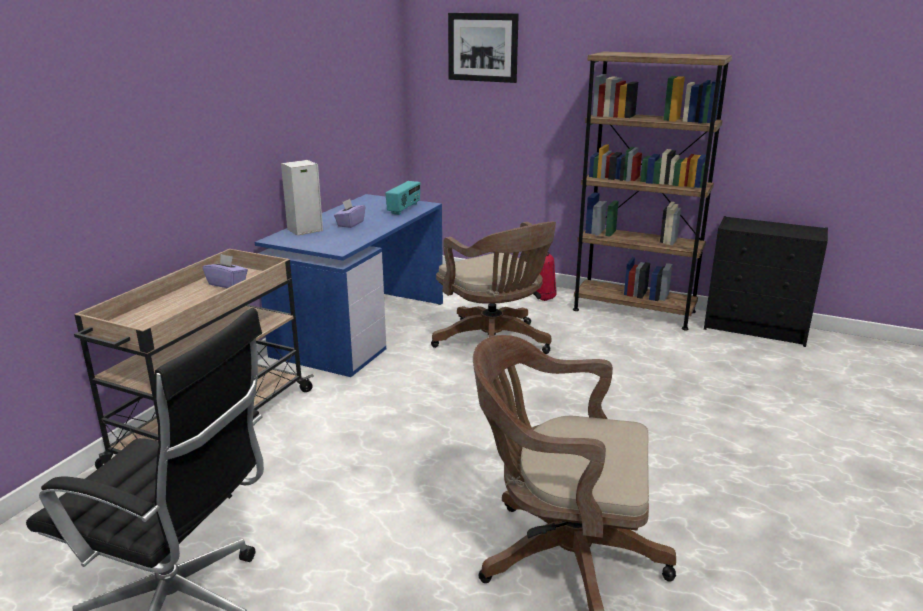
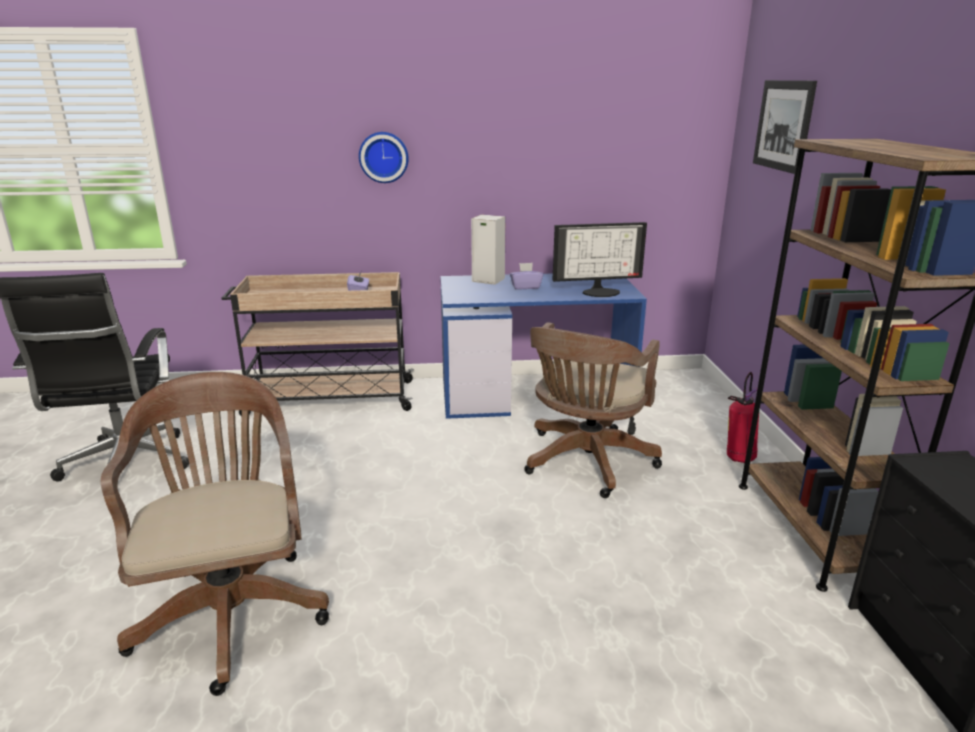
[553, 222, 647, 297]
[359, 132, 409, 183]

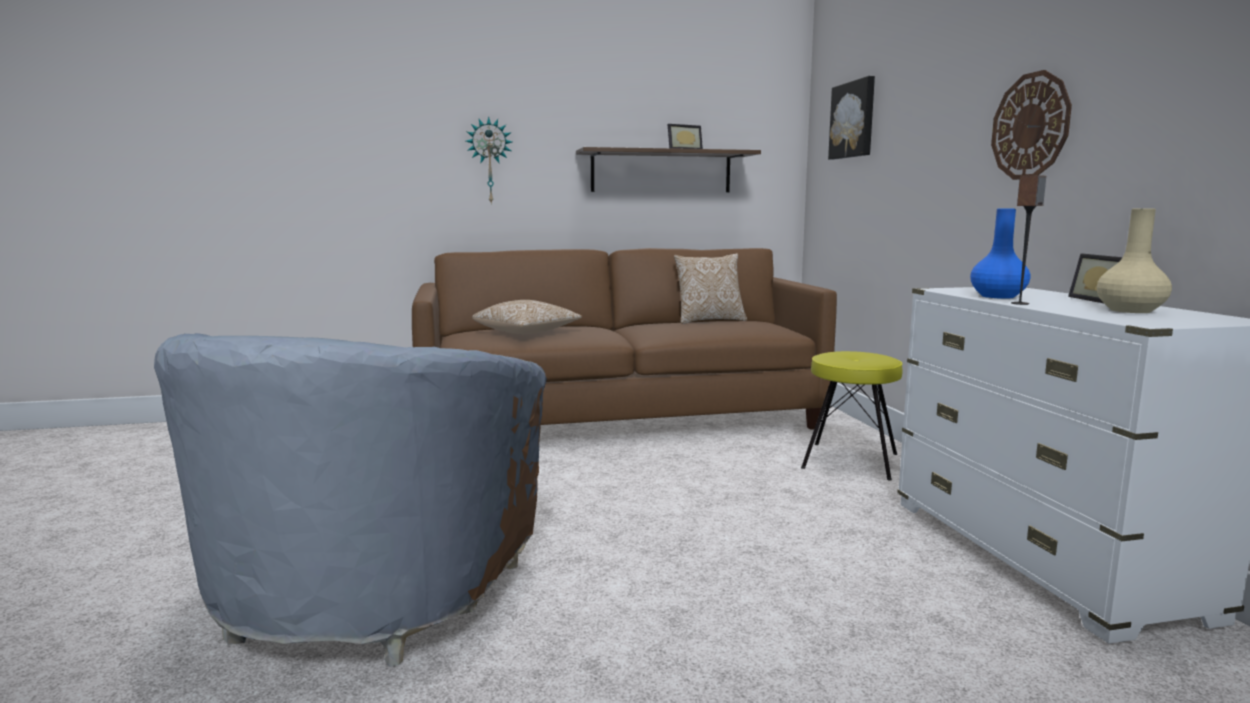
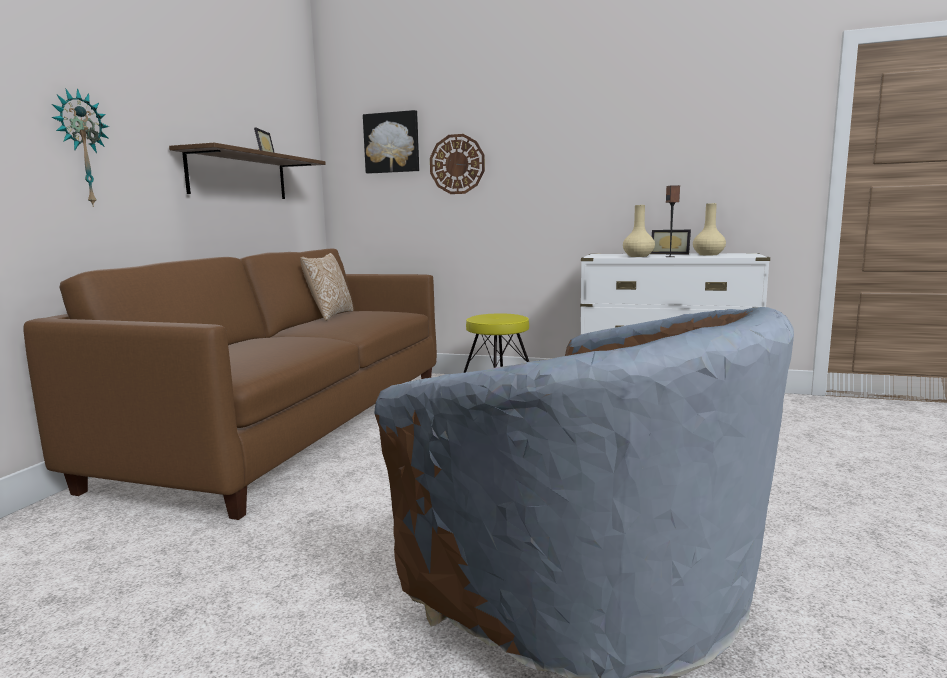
[430, 134, 485, 194]
[623, 205, 655, 257]
[472, 300, 582, 334] (first image)

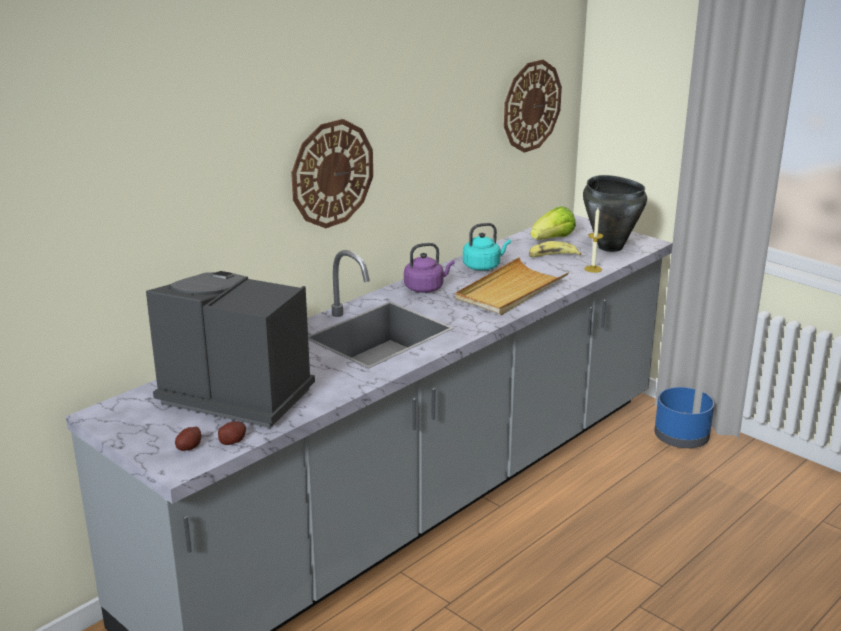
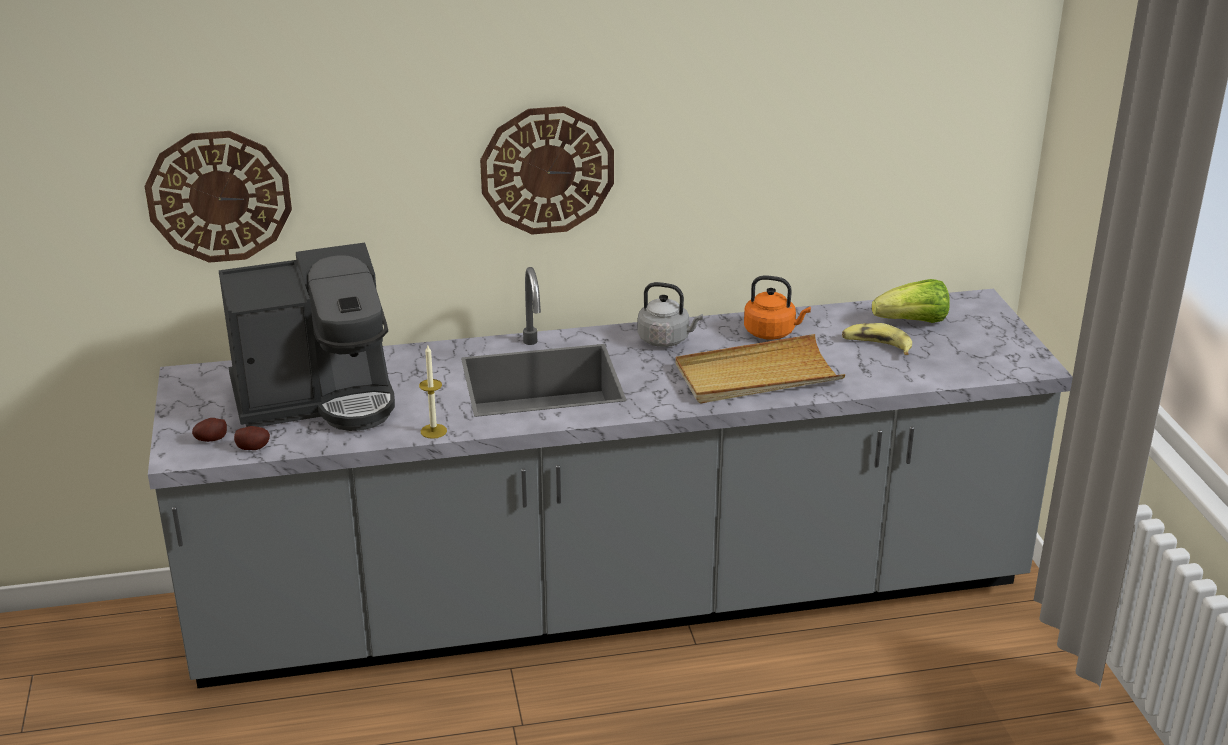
[145, 131, 292, 263]
[583, 175, 647, 252] (first image)
[419, 346, 447, 439]
[744, 276, 811, 340]
[637, 282, 703, 347]
[218, 243, 395, 431]
[654, 387, 714, 448] (first image)

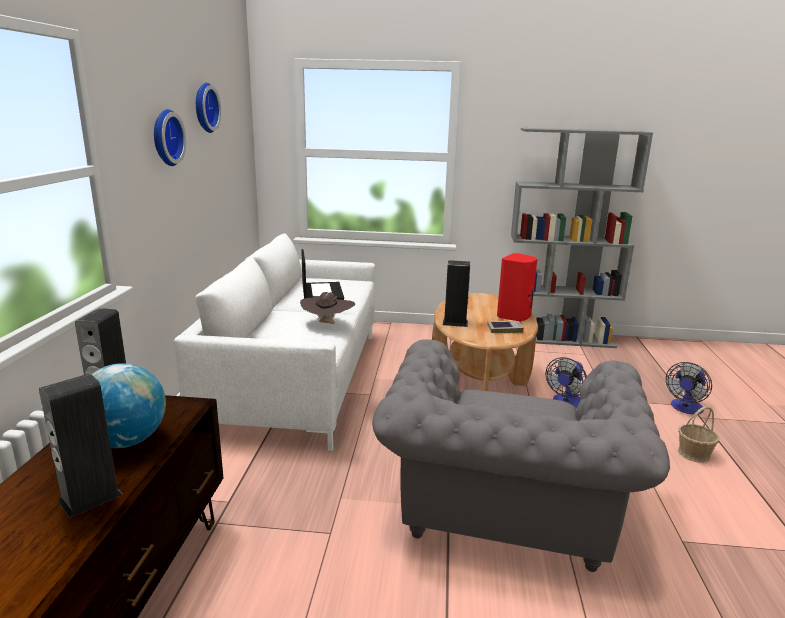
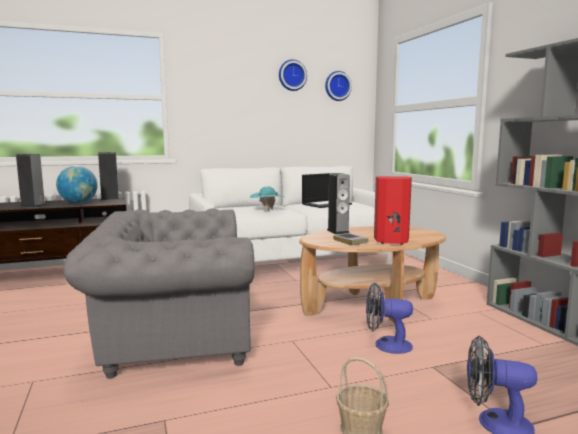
[325, 71, 352, 101]
[250, 187, 284, 210]

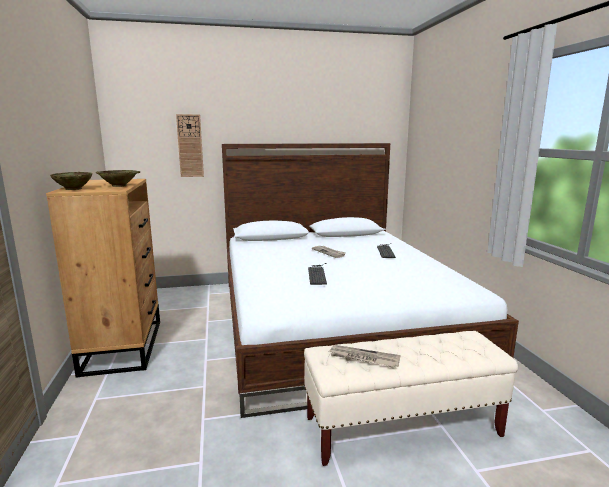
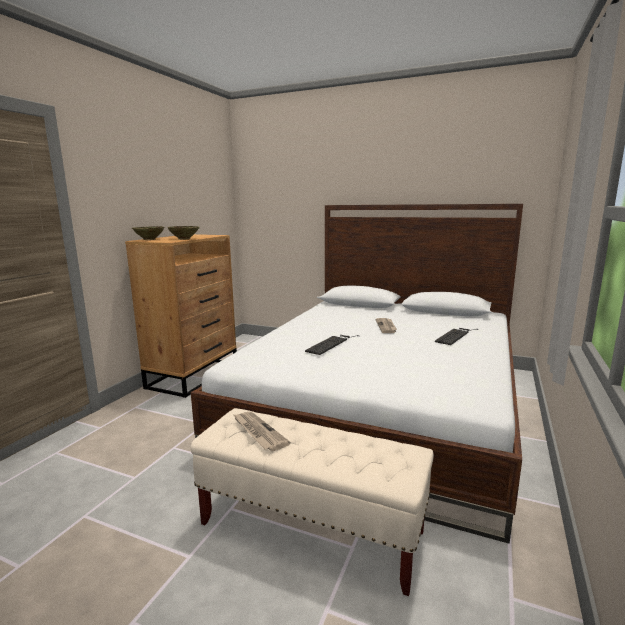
[176, 114, 204, 177] (first image)

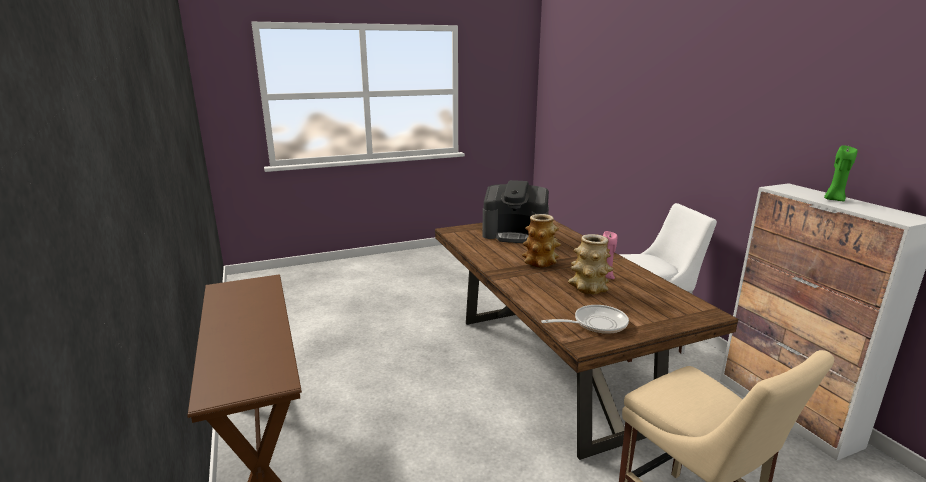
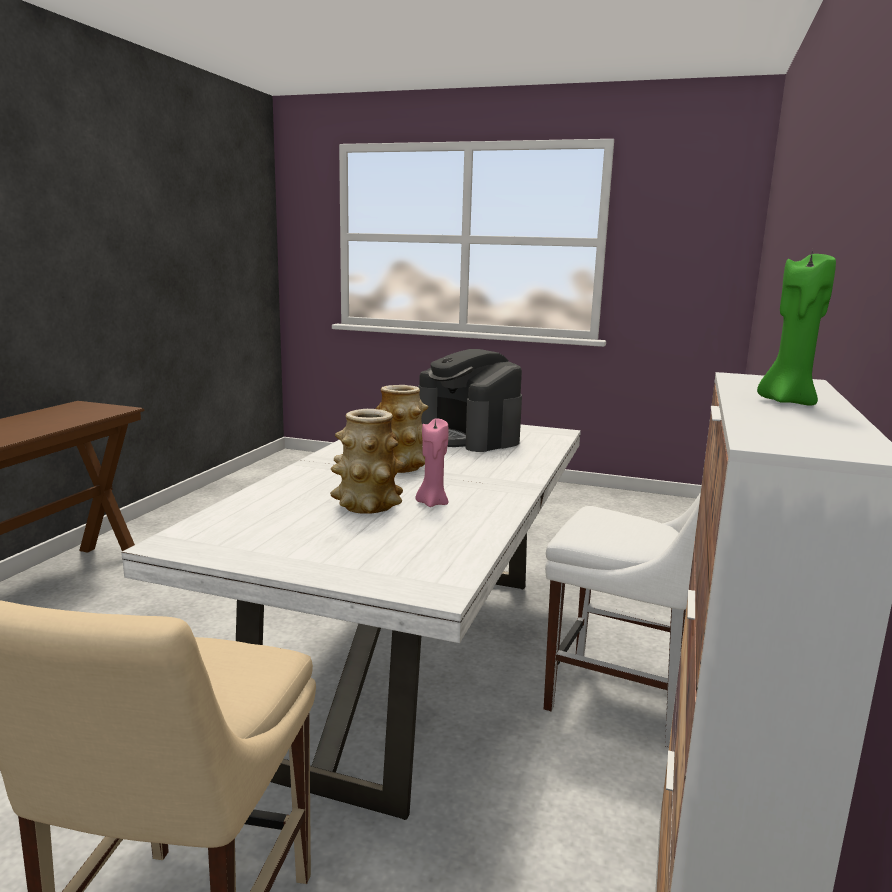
[121, 424, 581, 820]
[541, 305, 629, 334] (first image)

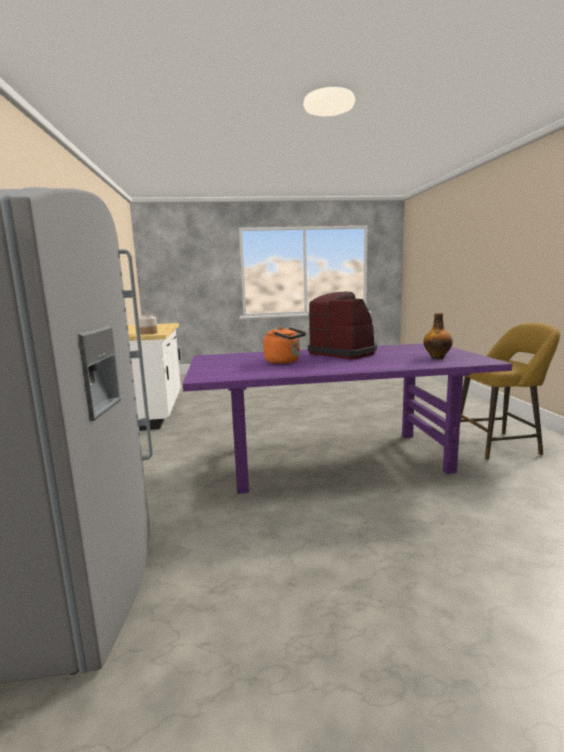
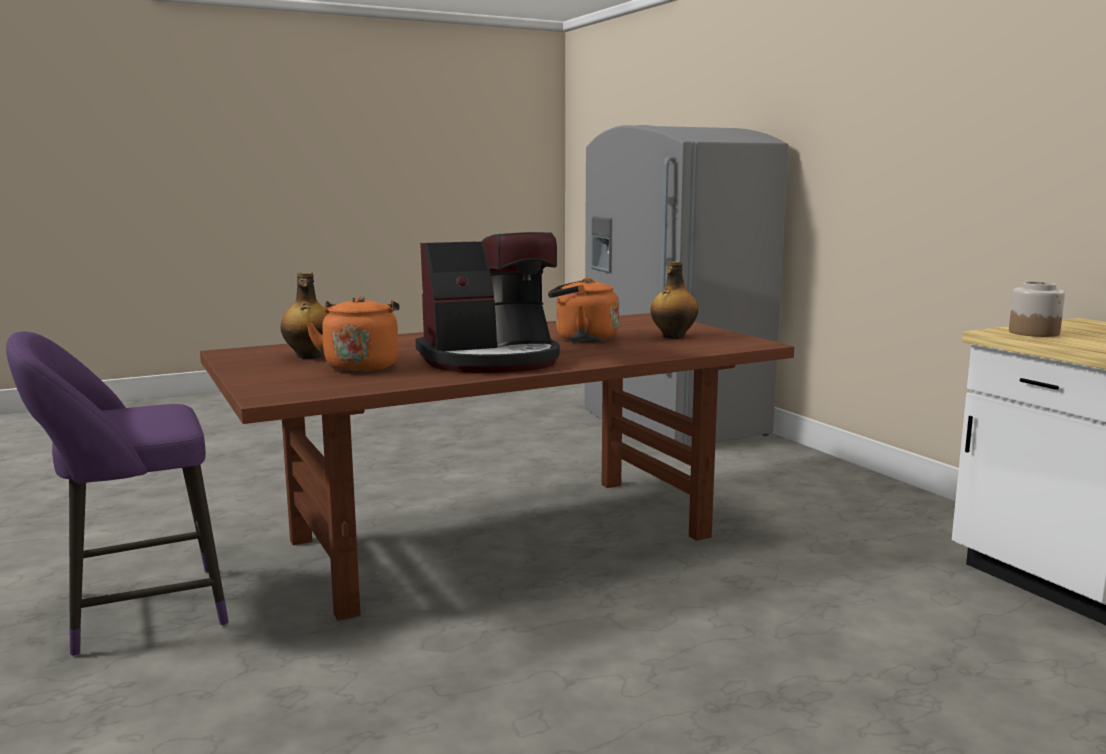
[416, 232, 560, 373]
[6, 331, 229, 656]
[200, 313, 794, 621]
[650, 261, 698, 339]
[306, 296, 400, 372]

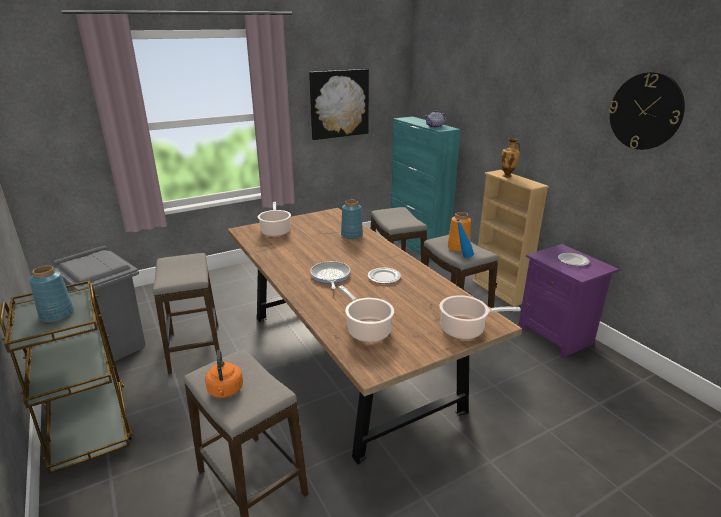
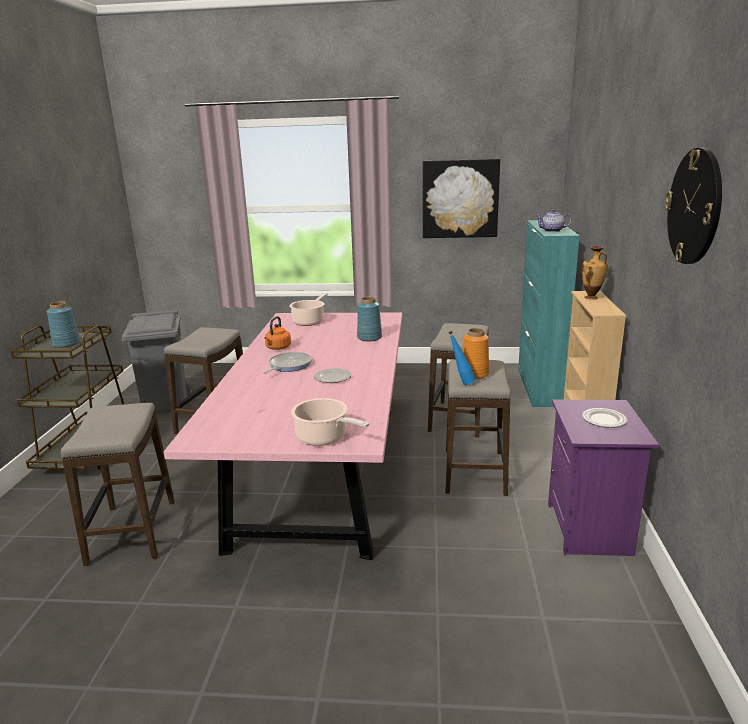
[164, 312, 402, 560]
[338, 285, 394, 342] (first image)
[264, 316, 291, 350]

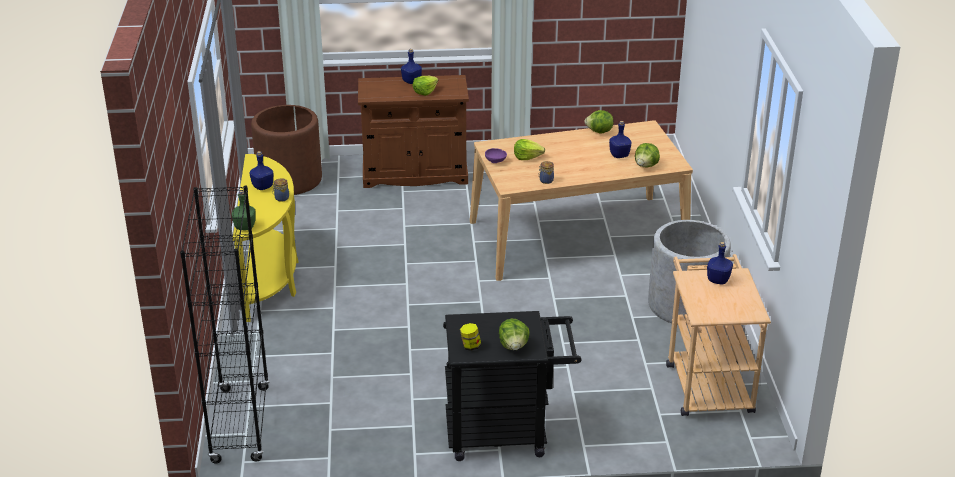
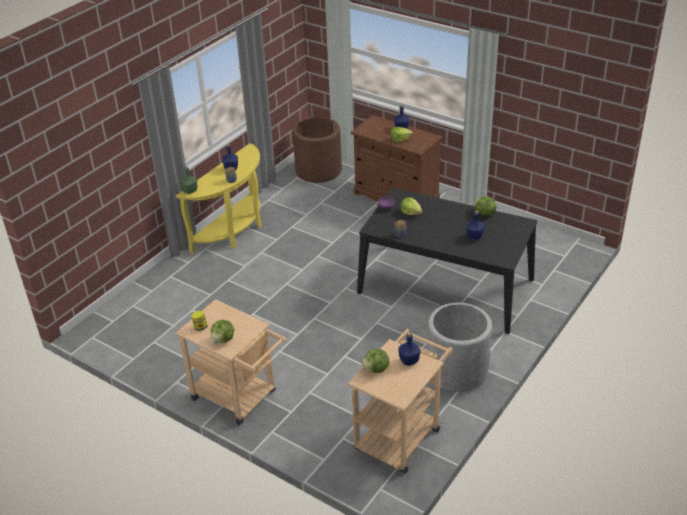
[357, 188, 537, 334]
[361, 349, 389, 373]
[180, 185, 270, 463] (first image)
[176, 299, 287, 425]

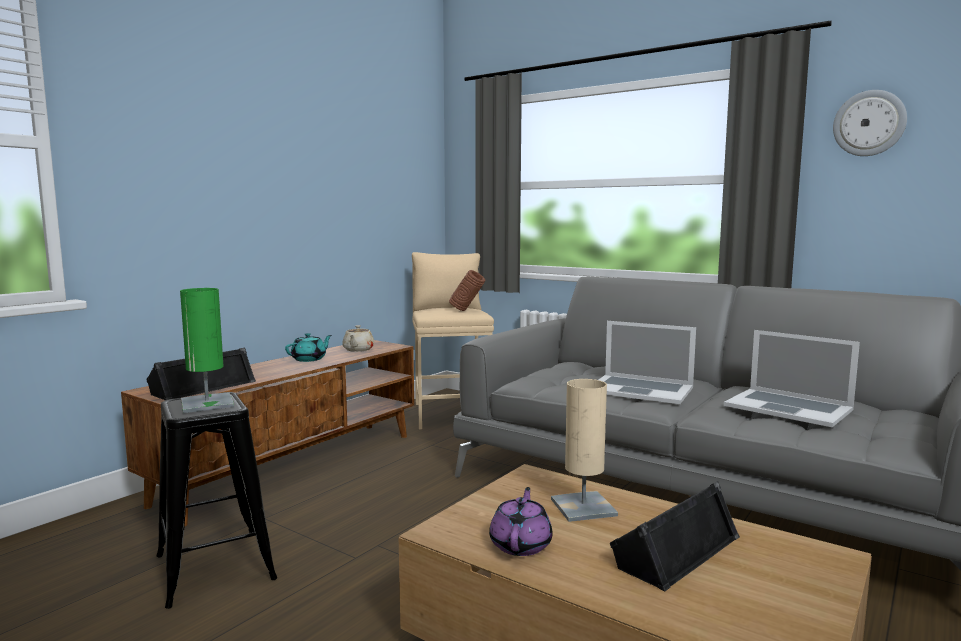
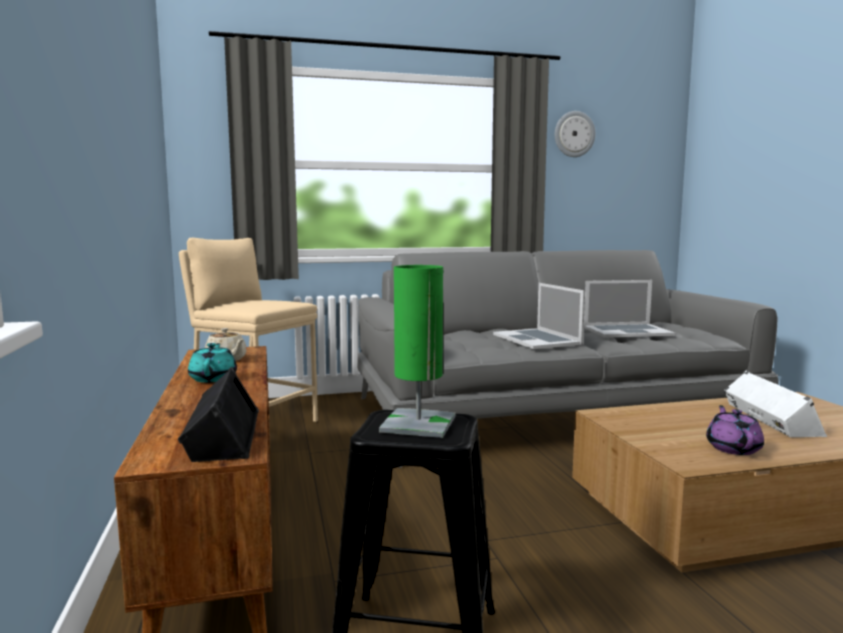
[449, 270, 485, 311] (first image)
[493, 283, 585, 349]
[551, 379, 618, 522] (first image)
[724, 371, 827, 437]
[706, 405, 764, 455]

